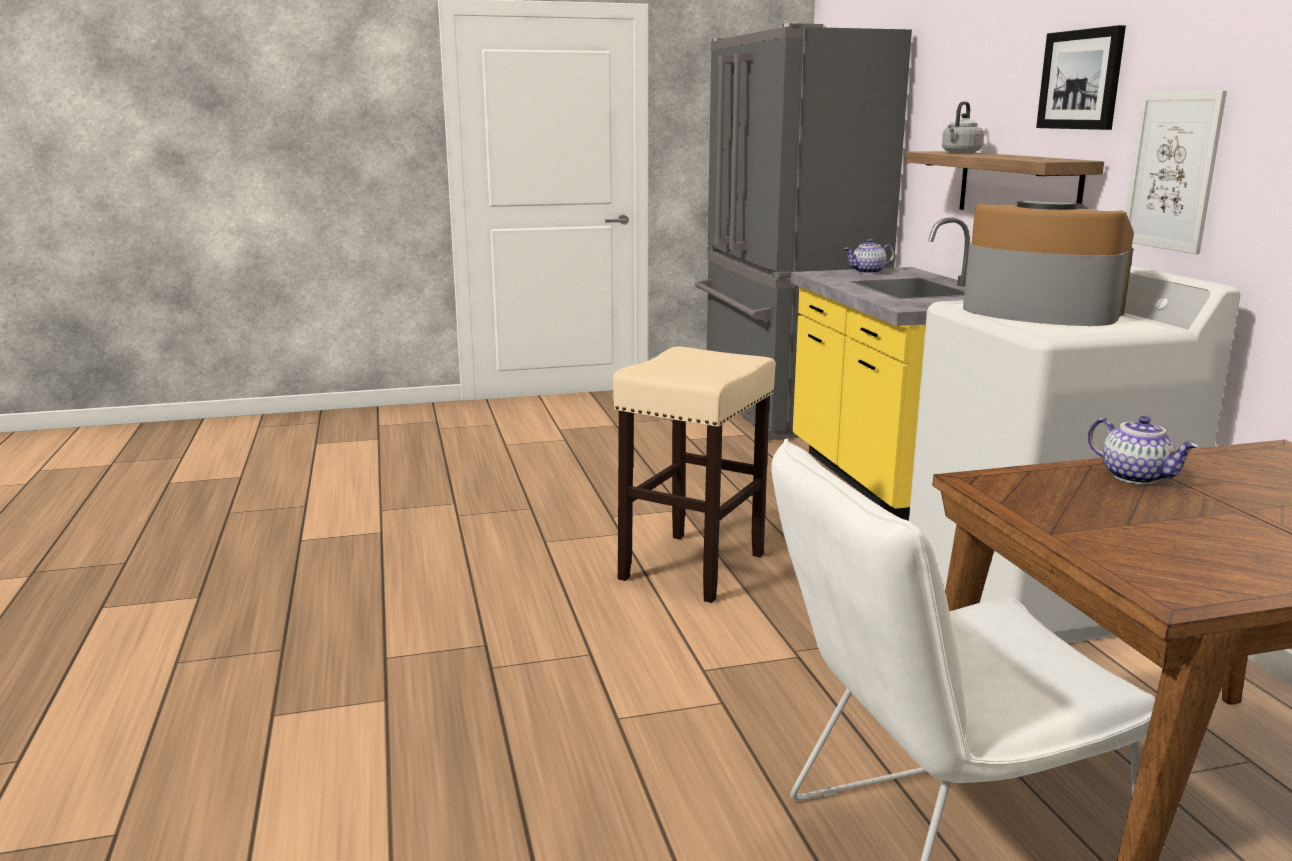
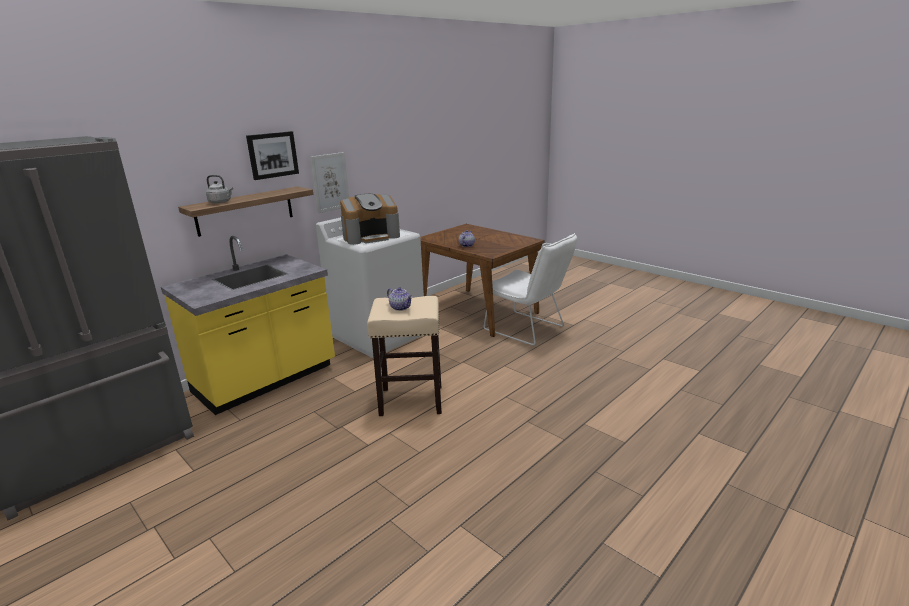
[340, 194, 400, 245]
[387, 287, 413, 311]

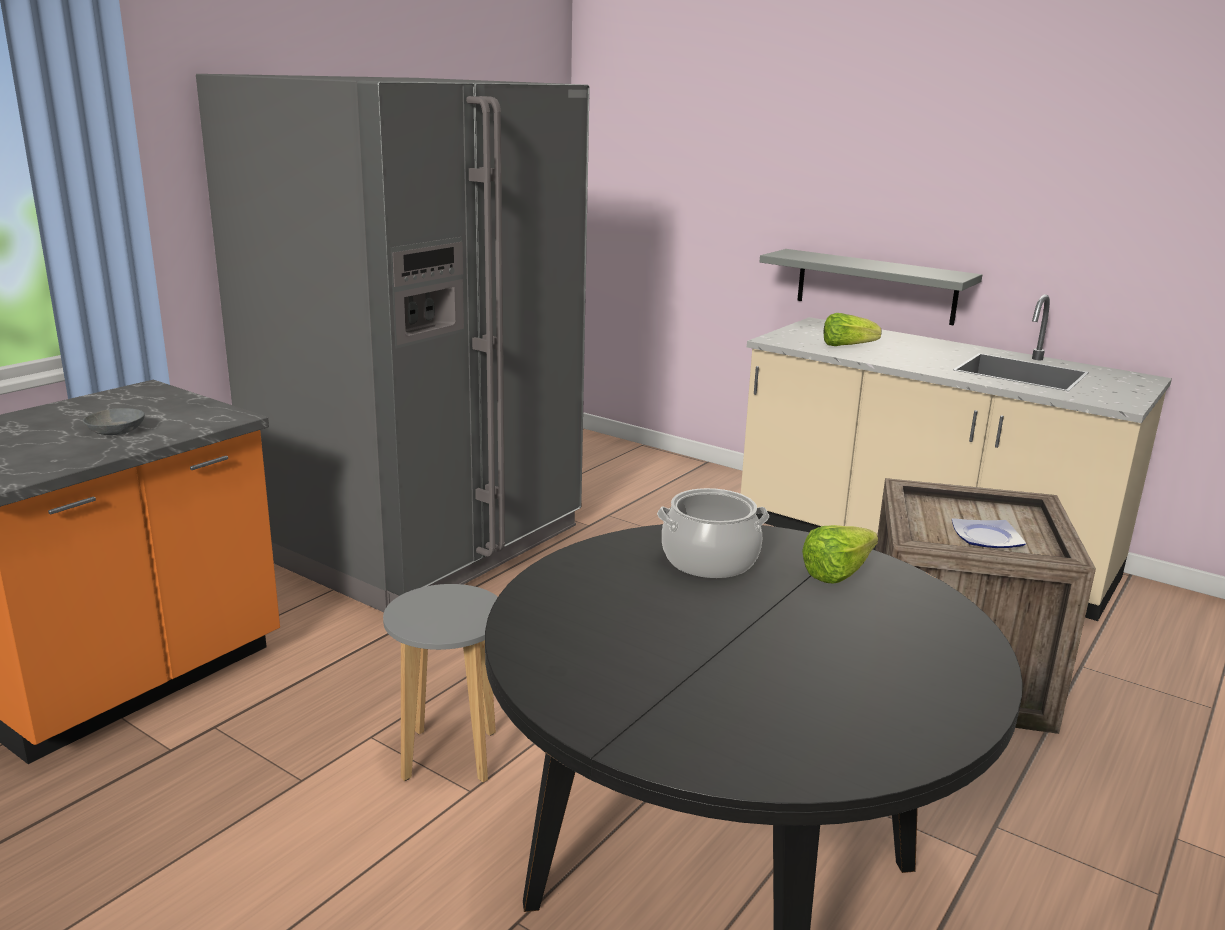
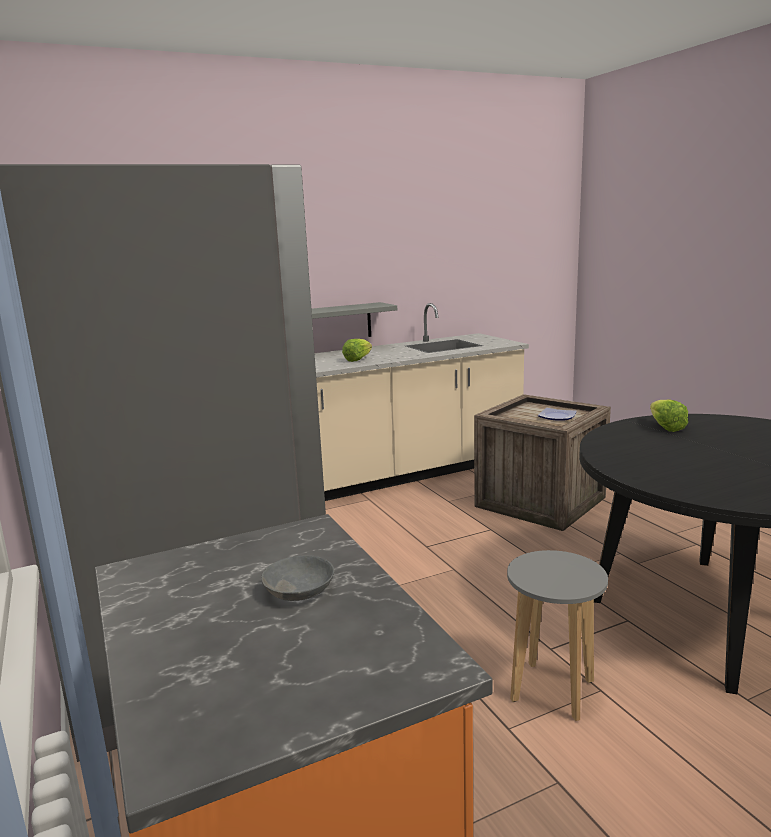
[657, 488, 769, 578] (first image)

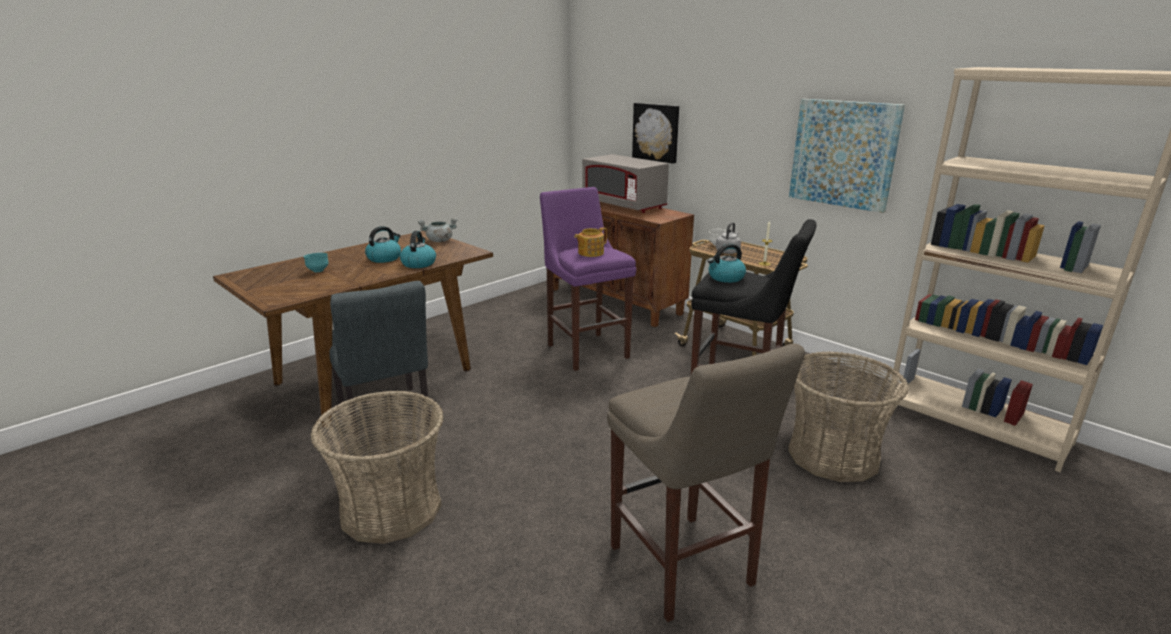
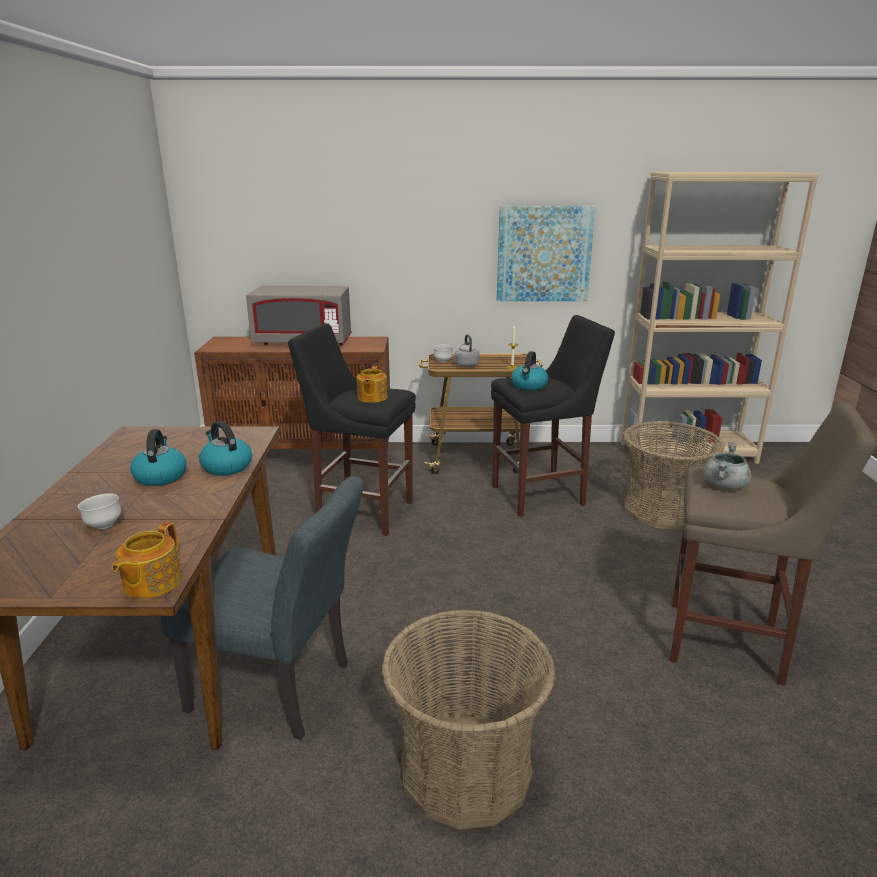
[632, 103, 679, 164] (first image)
[288, 323, 416, 536]
[704, 442, 751, 490]
[78, 493, 121, 529]
[112, 522, 181, 599]

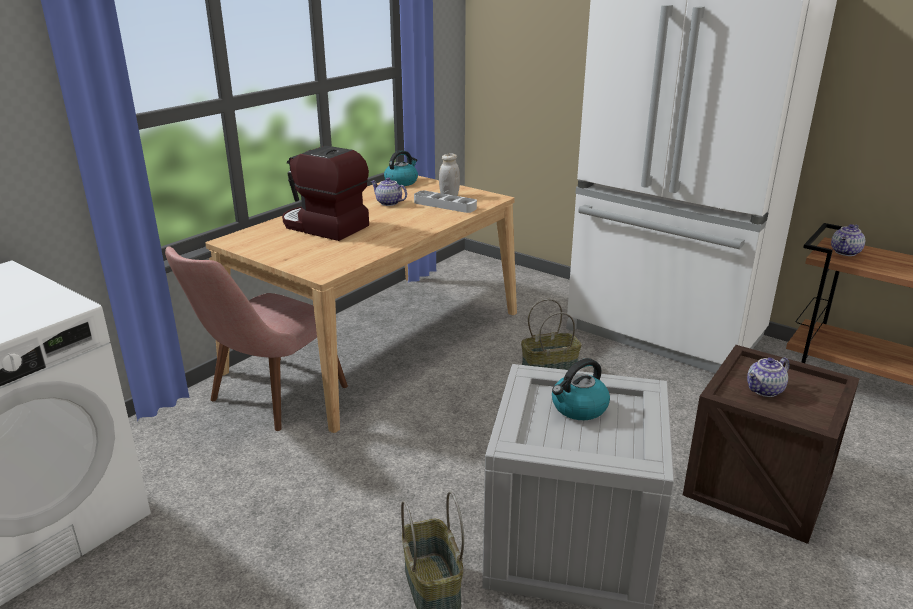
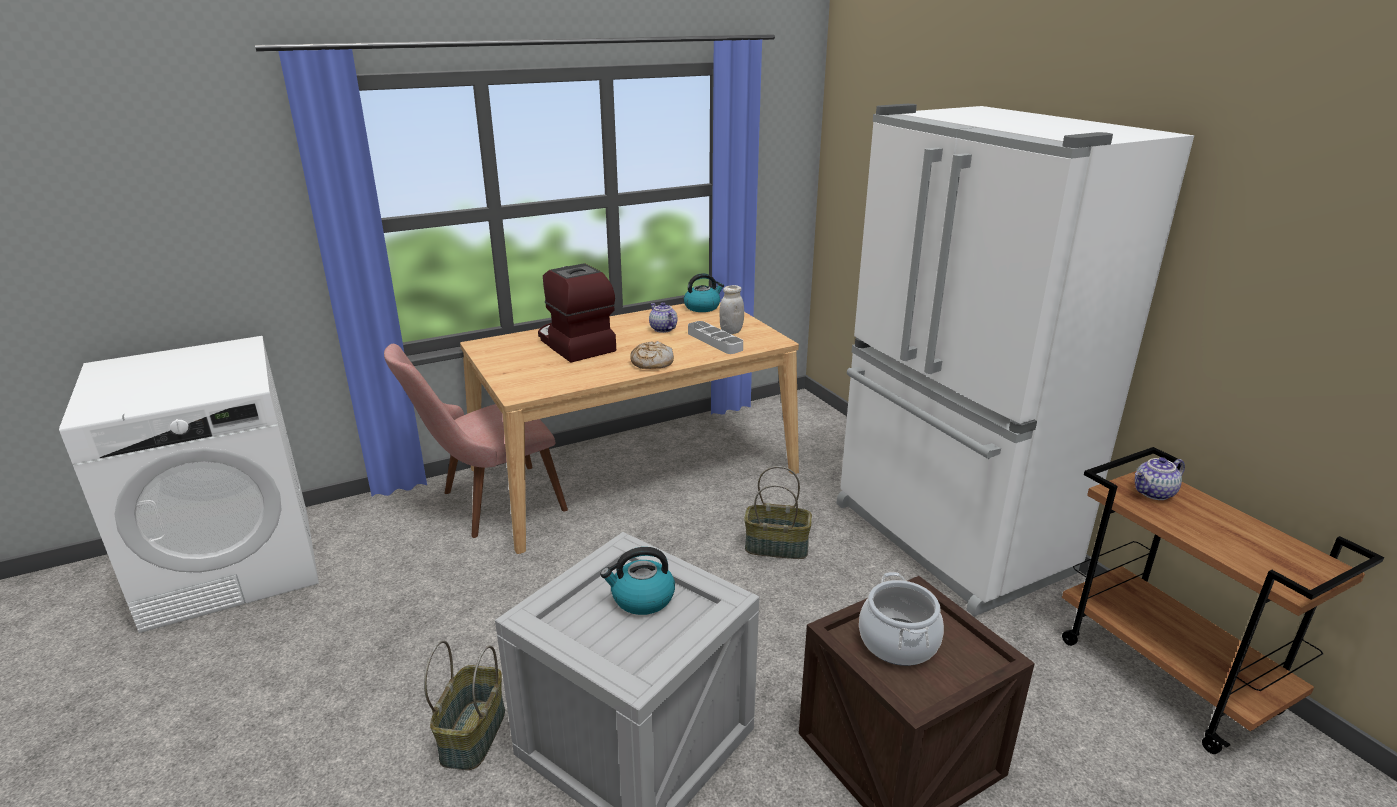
[859, 572, 944, 666]
[630, 341, 674, 369]

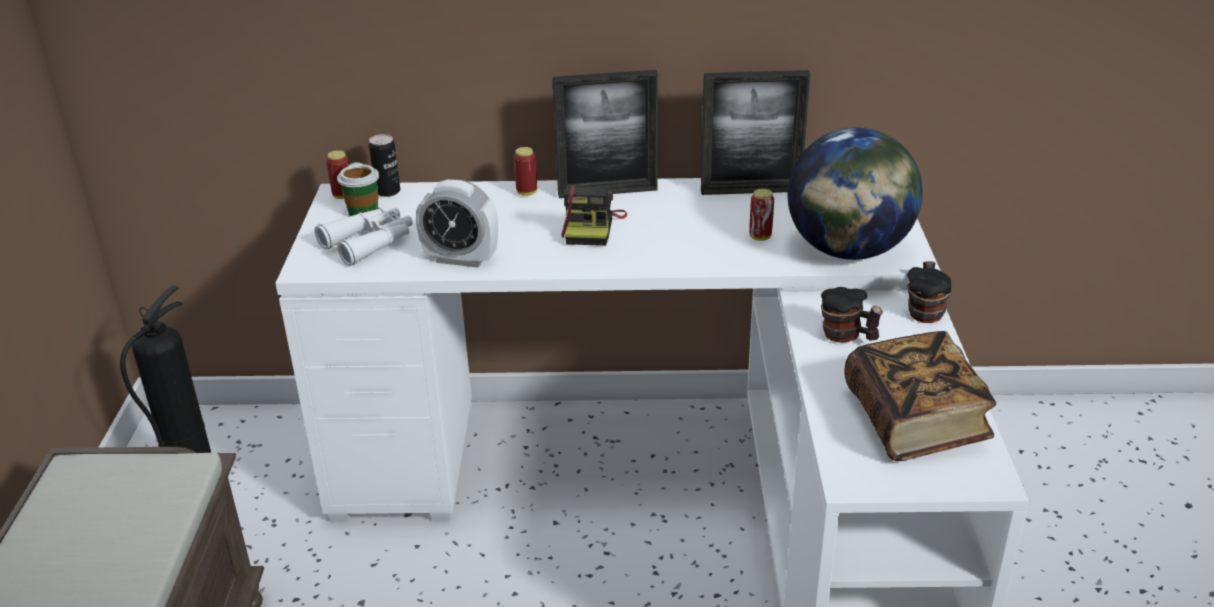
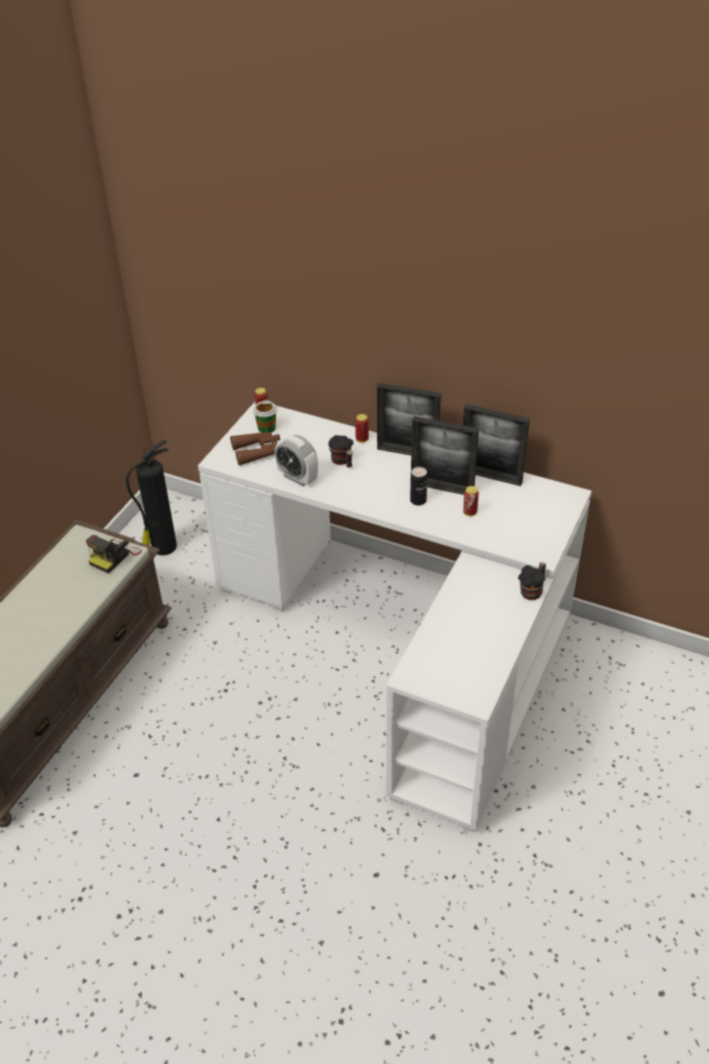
[787, 127, 923, 260] (first image)
[410, 467, 427, 506]
[86, 535, 142, 573]
[230, 432, 280, 465]
[329, 435, 354, 468]
[845, 331, 996, 461] (first image)
[411, 416, 479, 495]

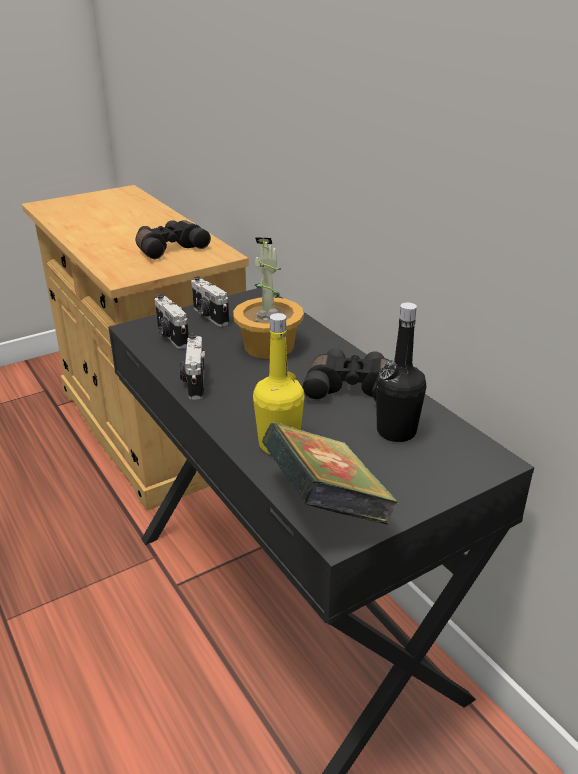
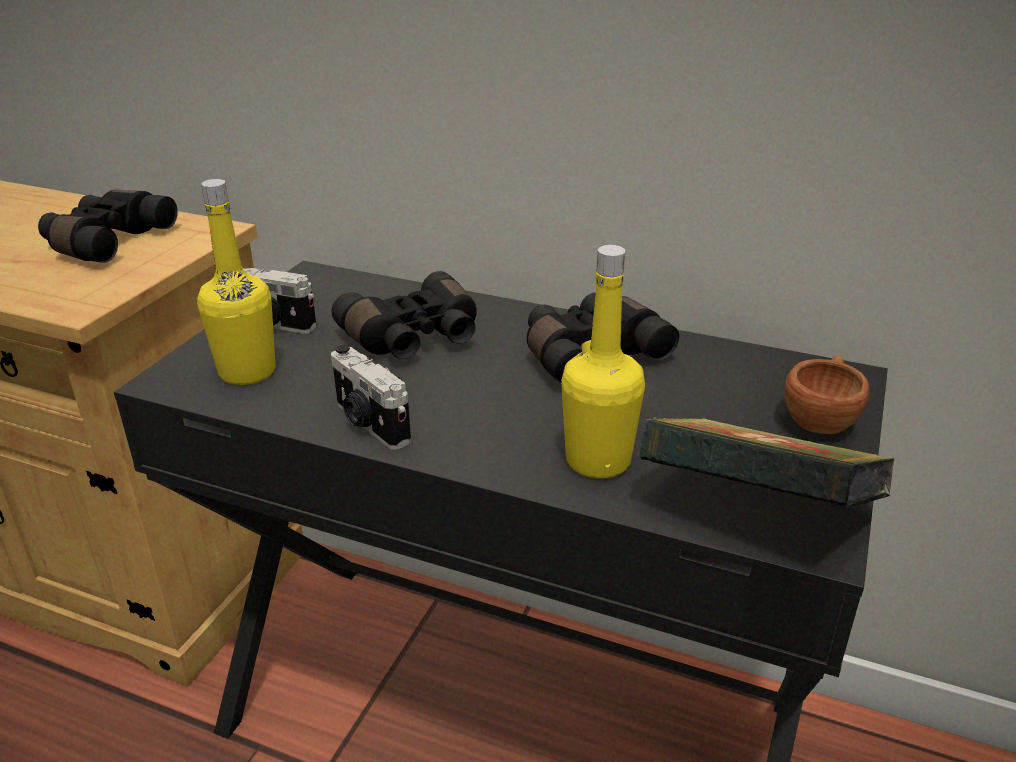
[331, 271, 477, 359]
[197, 179, 276, 385]
[376, 303, 426, 442] (first image)
[785, 355, 870, 434]

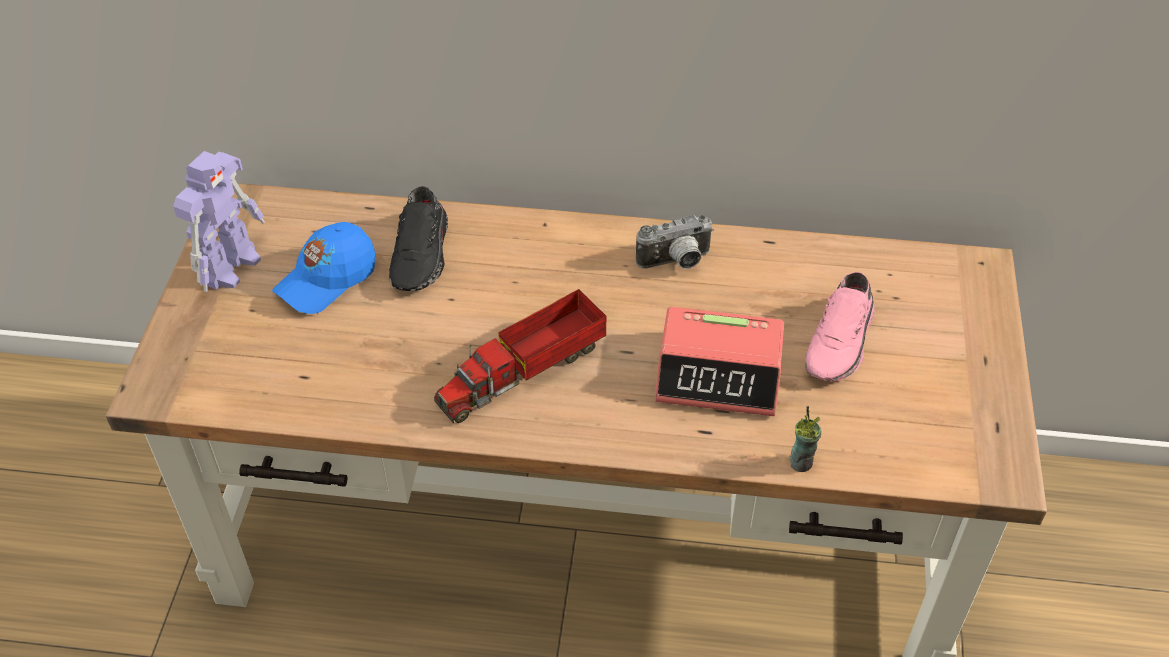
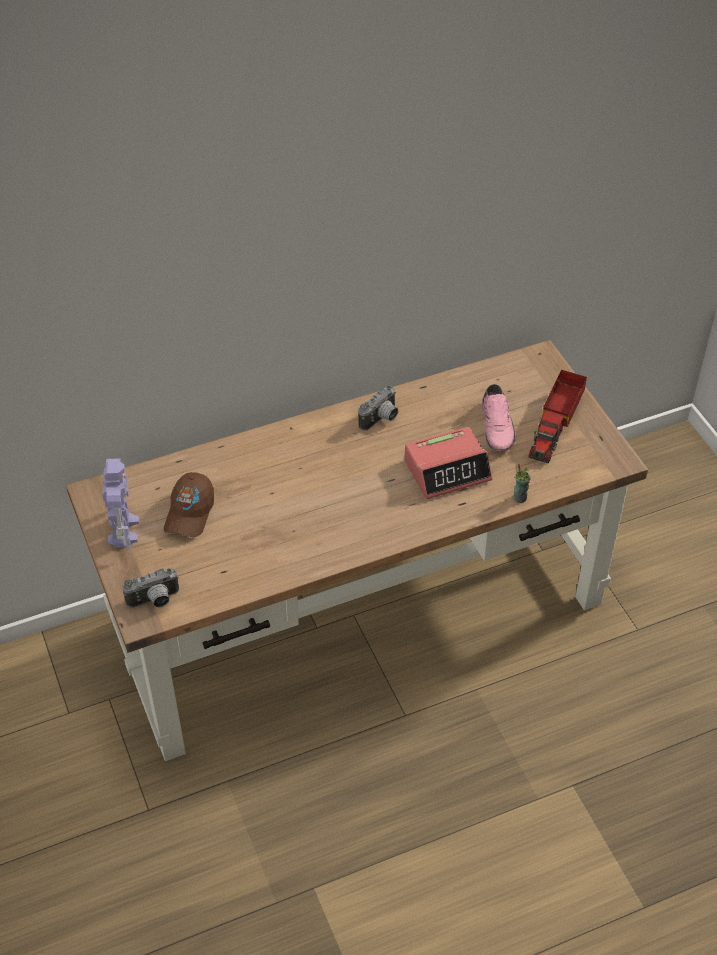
[389, 186, 448, 291] (first image)
[164, 472, 214, 537]
[529, 370, 587, 463]
[123, 568, 179, 608]

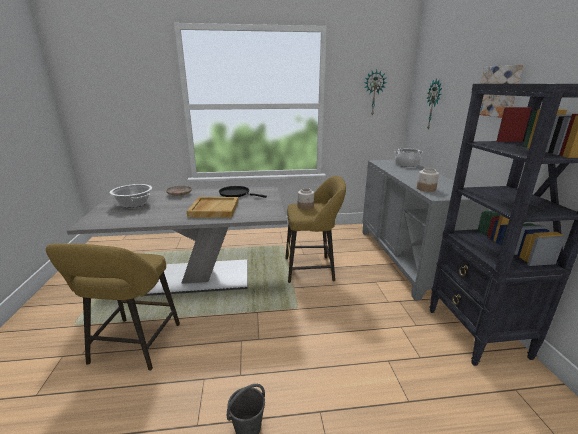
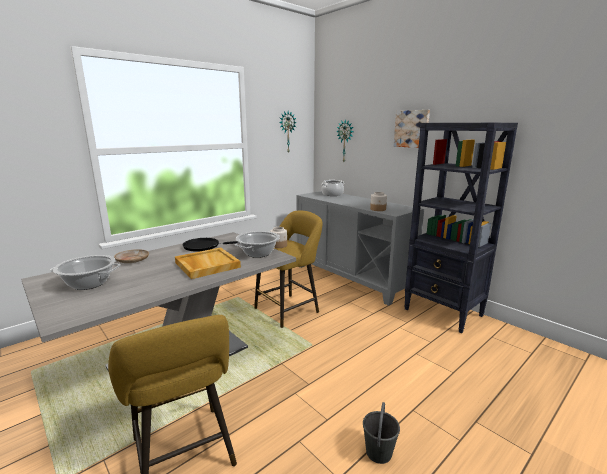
[234, 231, 280, 258]

